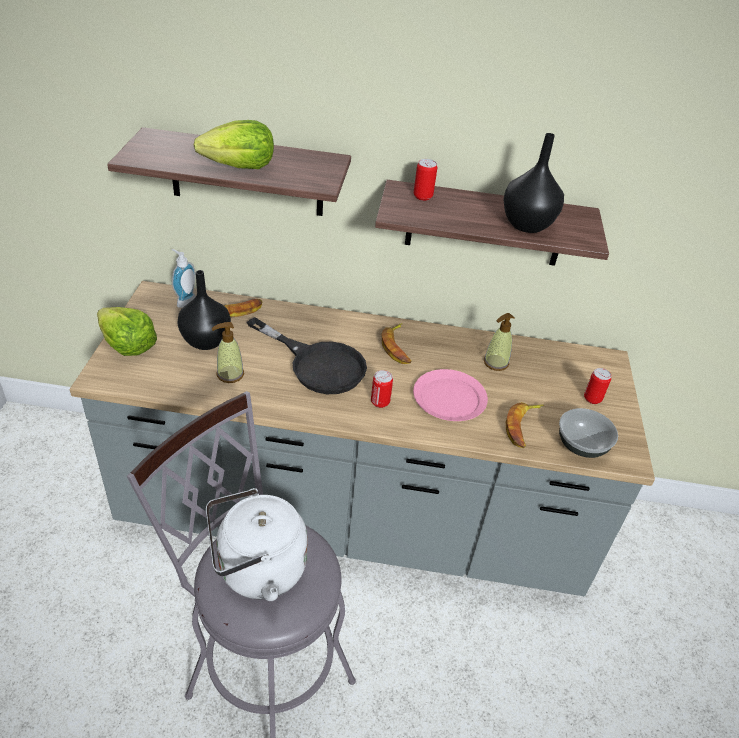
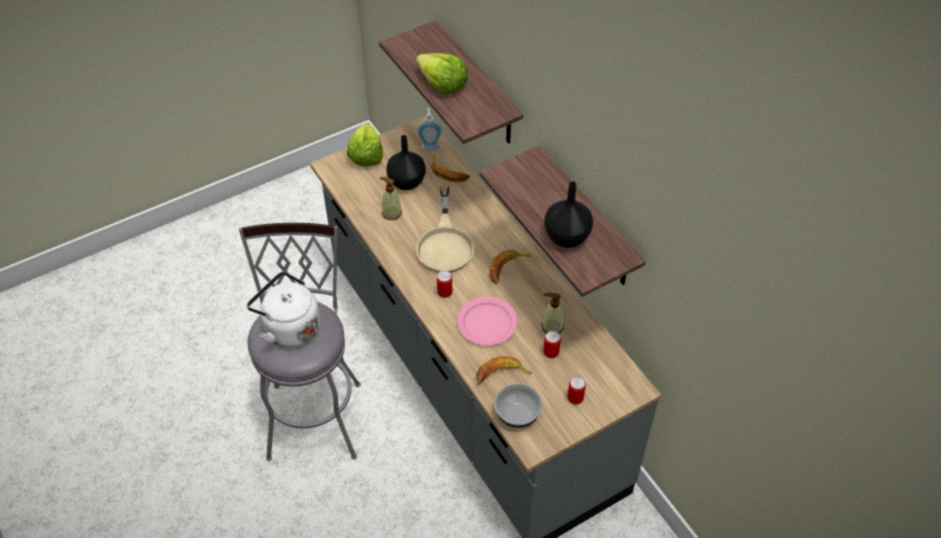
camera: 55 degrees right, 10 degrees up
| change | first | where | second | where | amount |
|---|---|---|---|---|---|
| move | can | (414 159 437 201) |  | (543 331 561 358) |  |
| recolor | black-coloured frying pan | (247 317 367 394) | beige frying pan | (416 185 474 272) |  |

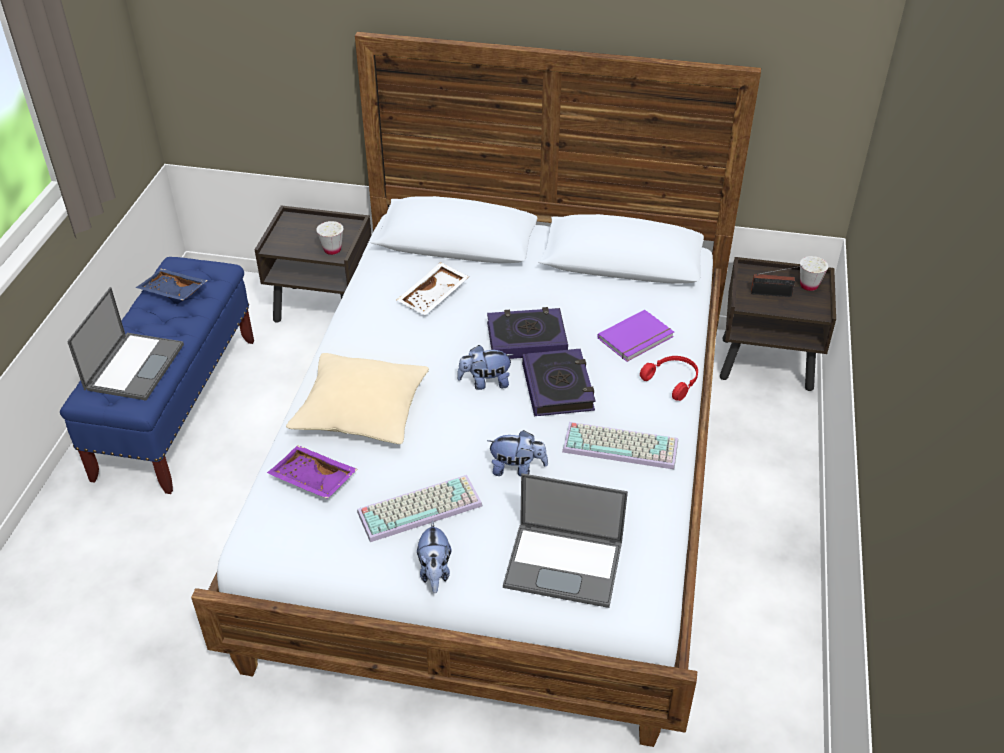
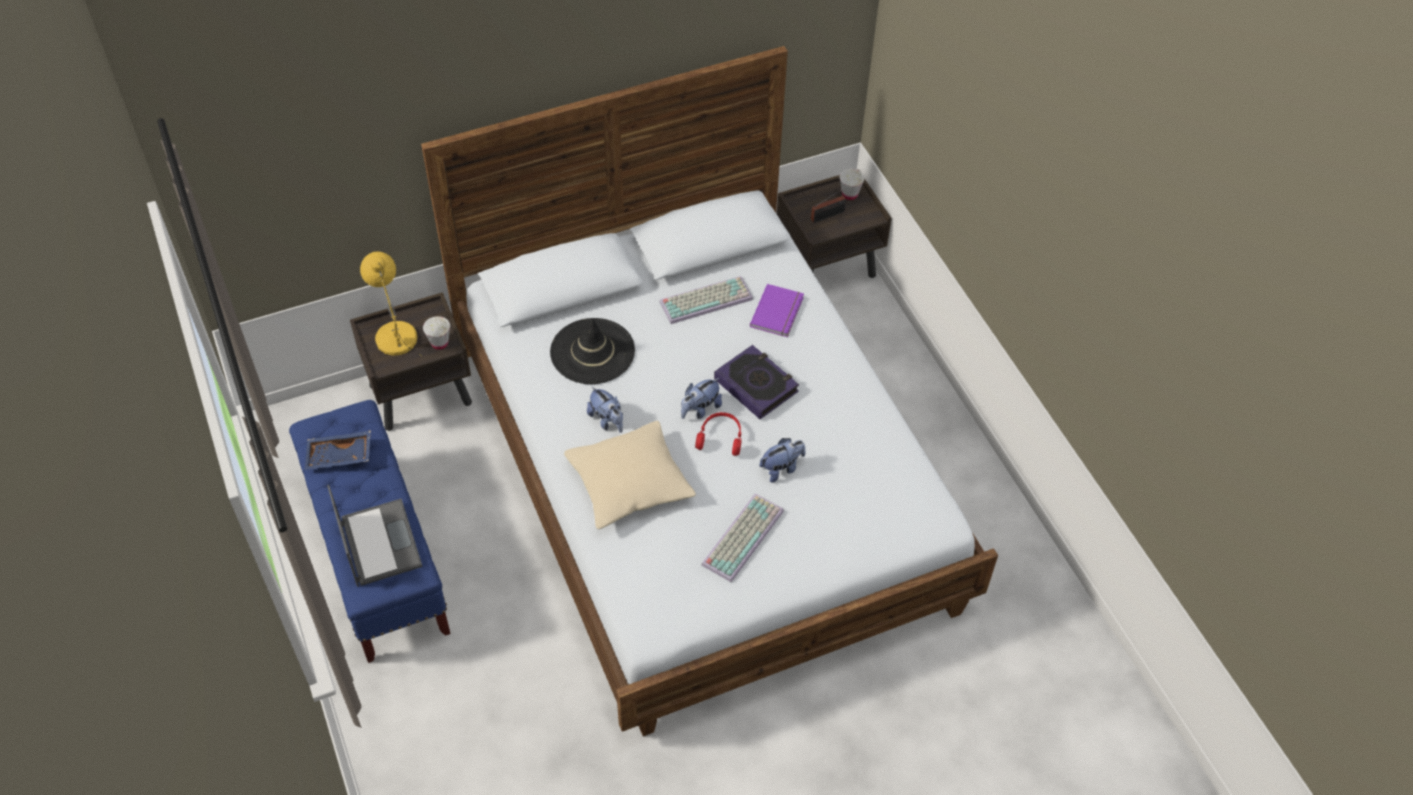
camera: 35 degrees left, 10 degrees up
| change | first | where | second | where | amount |
|---|---|---|---|---|---|
| replace | white serving tray | (397 262 469 315) | black-coloured hat | (550 318 635 384) |  |
| delete | volume | (487 307 568 359) |  |  |  |
| move | reddish pair of headphones | (640 356 698 401) |  | (695 412 741 456) |  |
| move | computer keyboard | (562 422 678 469) |  | (659 276 753 324) |  |
| delete | purple serving tray | (267 445 358 499) |  |  |  |
| delete | portable computer | (503 473 628 608) |  |  |  |
| move | soft toy | (417 520 451 593) |  | (587 386 623 433) |  |
| insert |  |  | yellow table lamp | (360 251 422 357) |  |

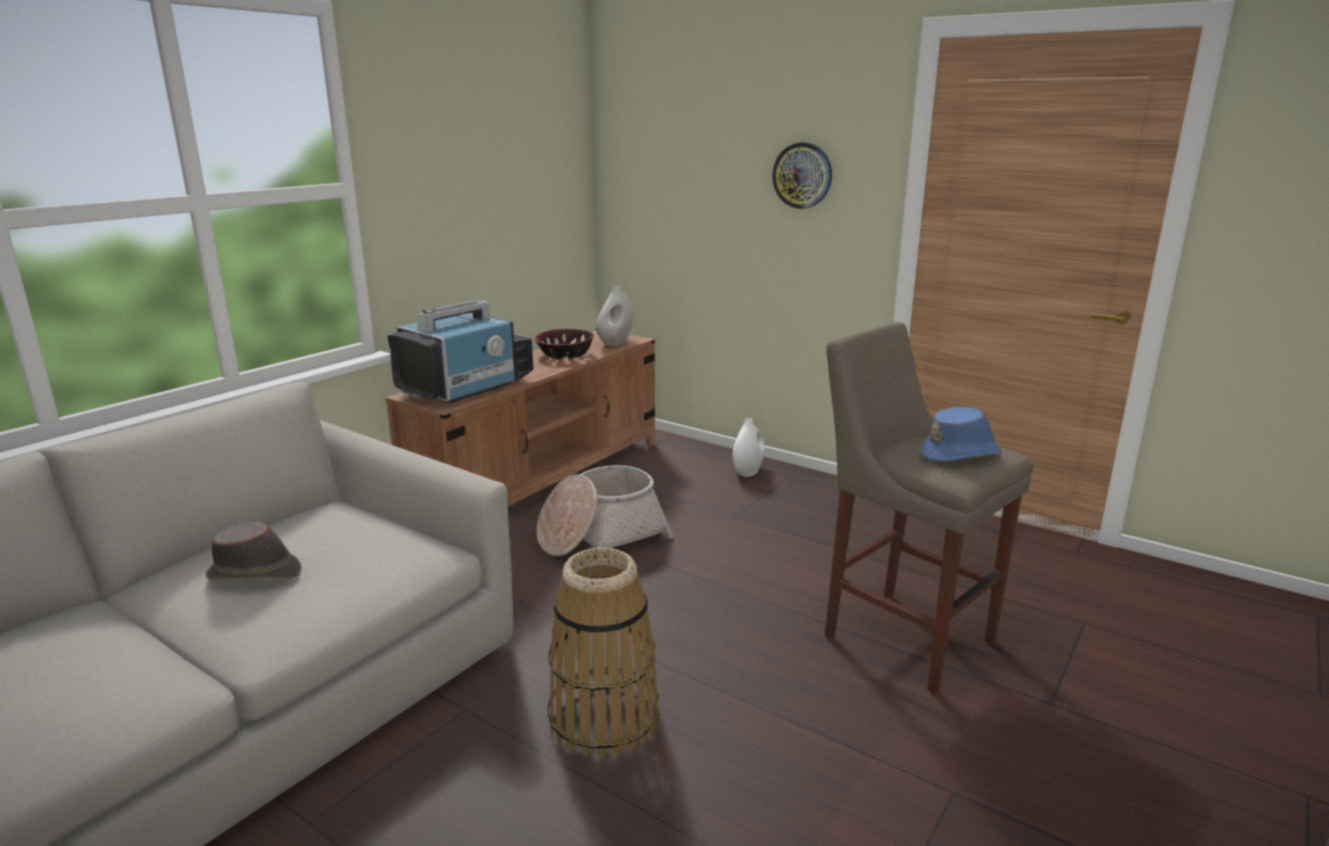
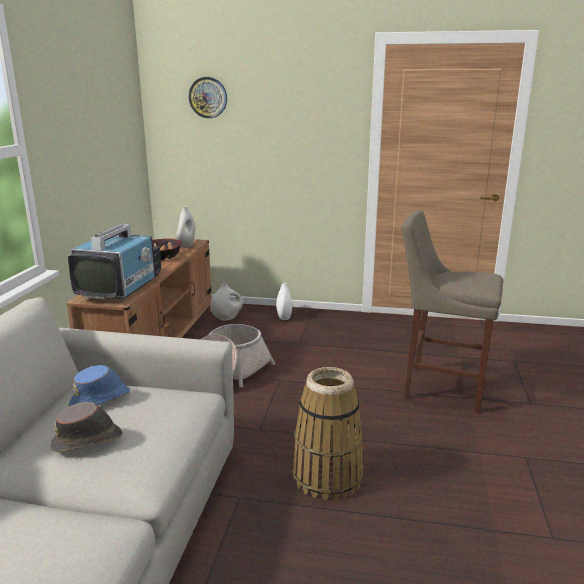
camera: 25 degrees left, 0 degrees up
| change | first | where | second | where | amount |
|---|---|---|---|---|---|
| move | hanging clock | (772 142 832 209) |  | (189 77 227 118) |  |
| move | bluish hat | (920 407 1002 461) |  | (69 365 130 406) |  |
| insert |  |  | white flower vase | (210 283 243 321) |  |

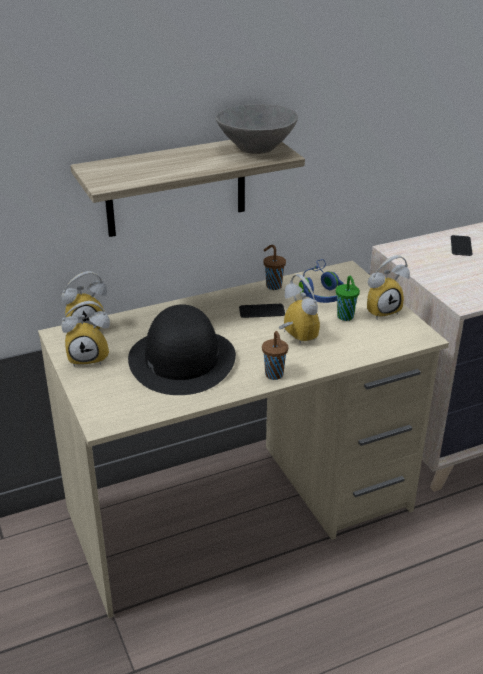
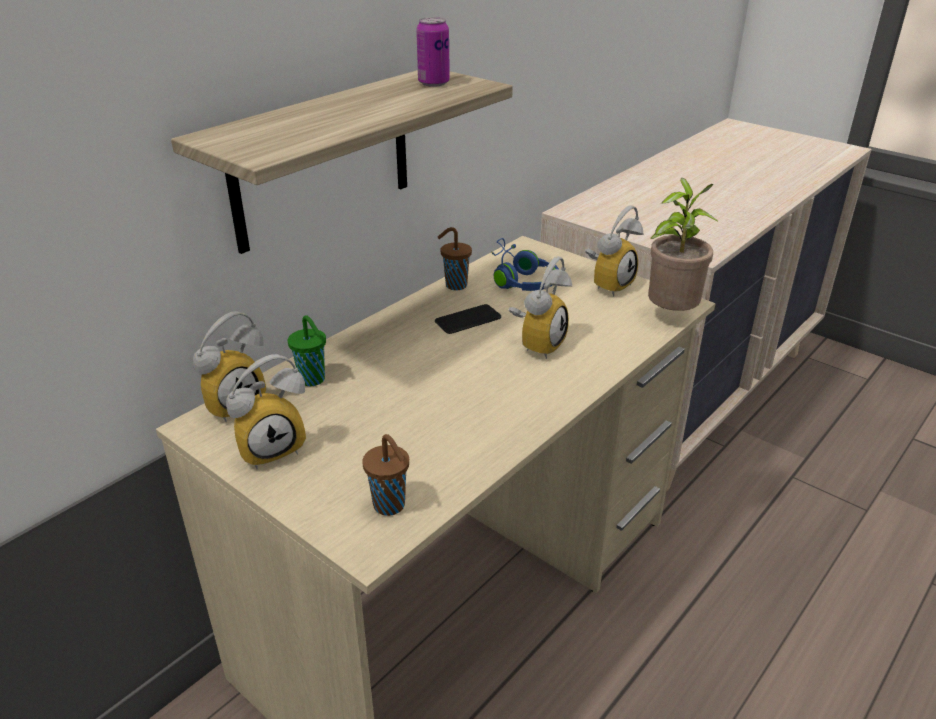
camera: 25 degrees left, 0 degrees up
| change | first | where | second | where | amount |
|---|---|---|---|---|---|
| replace | greyish deep dish | (215 104 298 154) | can | (416 17 450 87) |  |
| delete | phone | (451 235 472 256) |  |  |  |
| rotate | alarm clock | (279 274 320 344) |  | (508 256 572 359) | 90 degrees clockwise |
| move | green-coloured cup | (336 276 360 321) |  | (288 315 326 386) |  |
| delete | black-coloured hat | (128 304 236 395) |  |  |  |
| move | brownish cup | (262 331 288 380) |  | (362 434 409 516) |  |
| insert |  |  | houseplant | (648 178 717 311) |  |

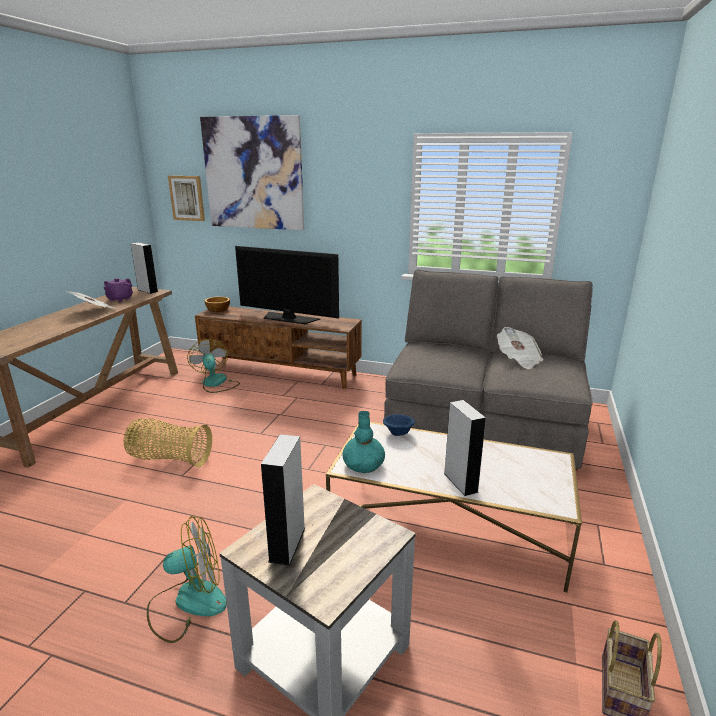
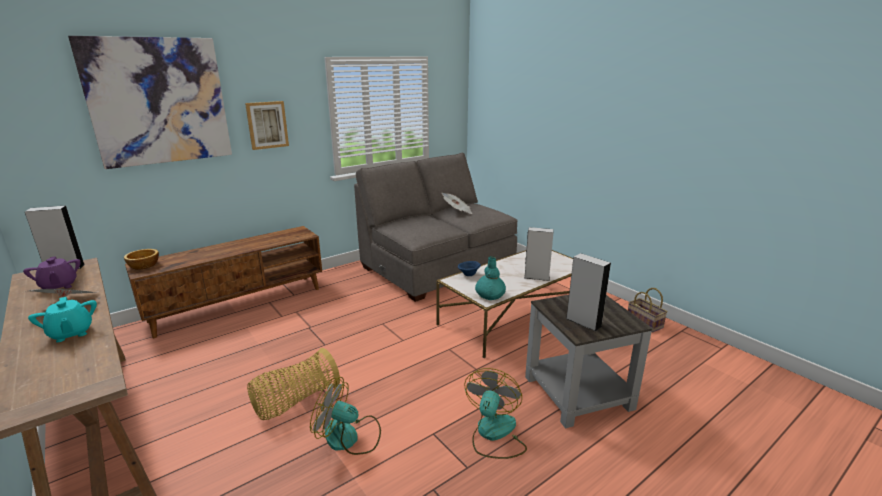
camera: 55 degrees left, 0 degrees up
| change | first | where | second | where | amount |
|---|---|---|---|---|---|
| move | wall art | (168 176 205 221) |  | (245 101 289 150) |  |
| delete | TV | (235 246 339 324) |  |  |  |
| move | electric fan | (187 339 240 393) |  | (310 377 381 455) |  |
| insert |  |  | turquoise-coloured teapot | (28 297 97 342) |  |

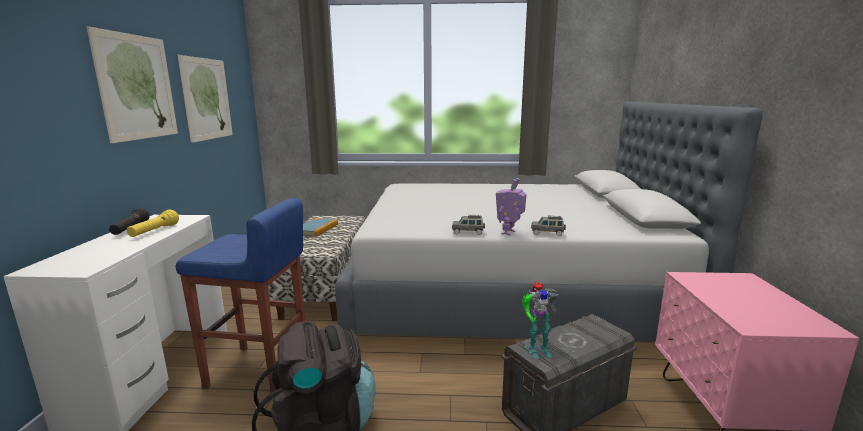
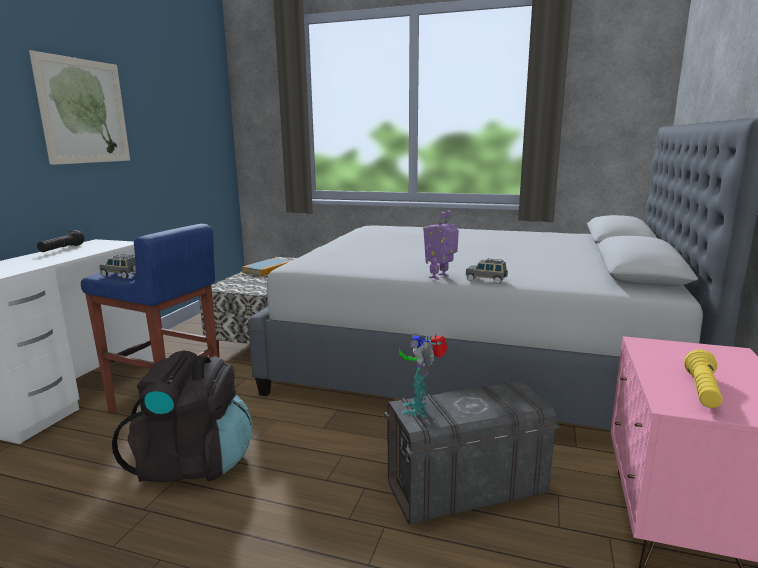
camera: 15 degrees right, 0 degrees up
| change | first | where | second | where | amount |
|---|---|---|---|---|---|
| delete | wall art | (178 55 233 143) |  |  |  |
| move | yellow hand torch | (127 210 179 237) |  | (684 350 722 408) |  |
| move | greyish model car | (452 215 485 235) |  | (100 254 136 279) |  |
| rotate | robot figure | (522 282 559 359) |  | (399 333 448 417) | 90 degrees clockwise |

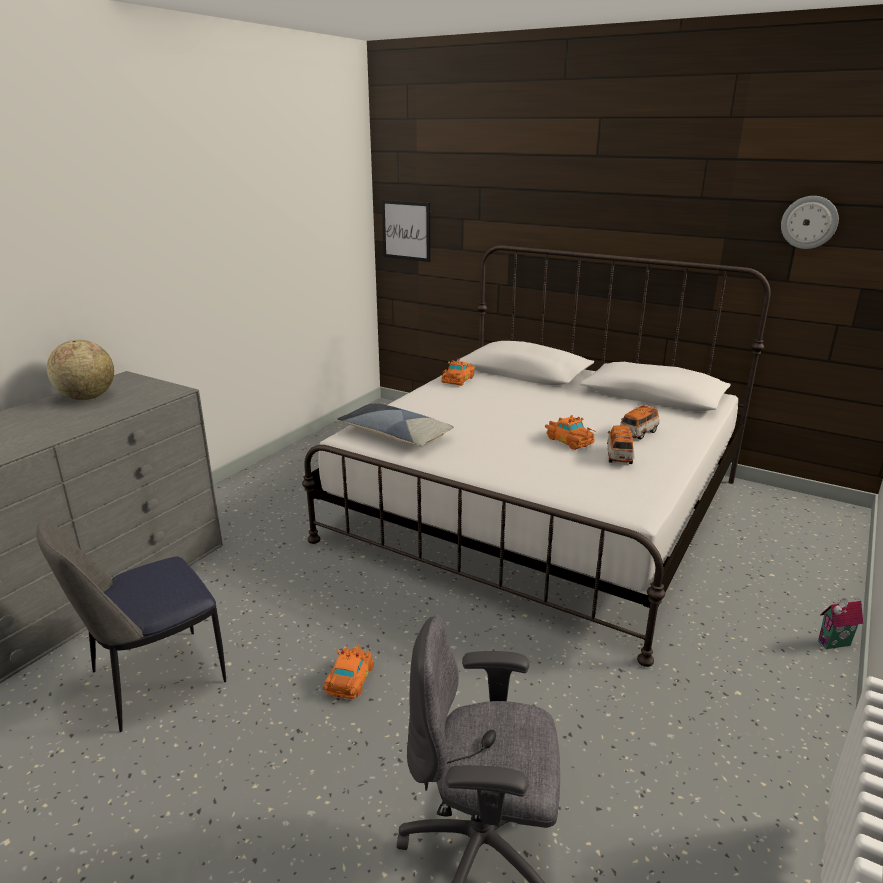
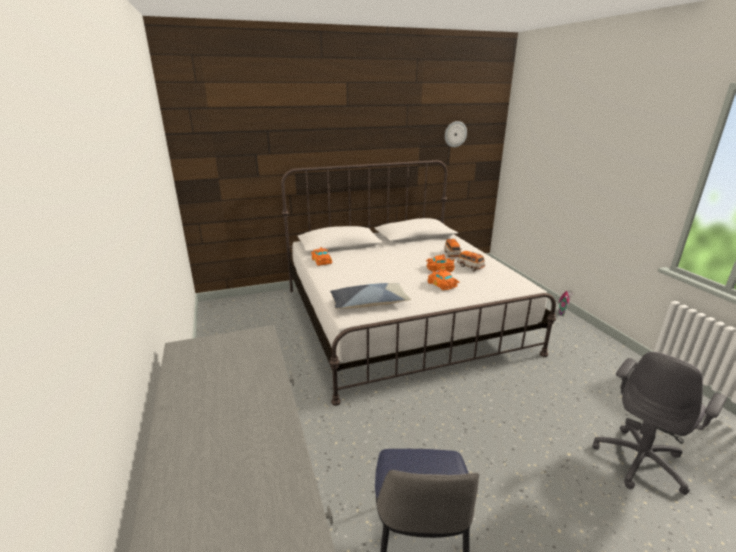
camera: 50 degrees left, 0 degrees up
| change | first | where | second | where | amount |
|---|---|---|---|---|---|
| delete | wall art | (382 200 430 262) |  |  |  |
| delete | world globe | (47 340 114 400) |  |  |  |
| move | orangey model car | (323 643 374 699) |  | (428 269 459 290) |  |

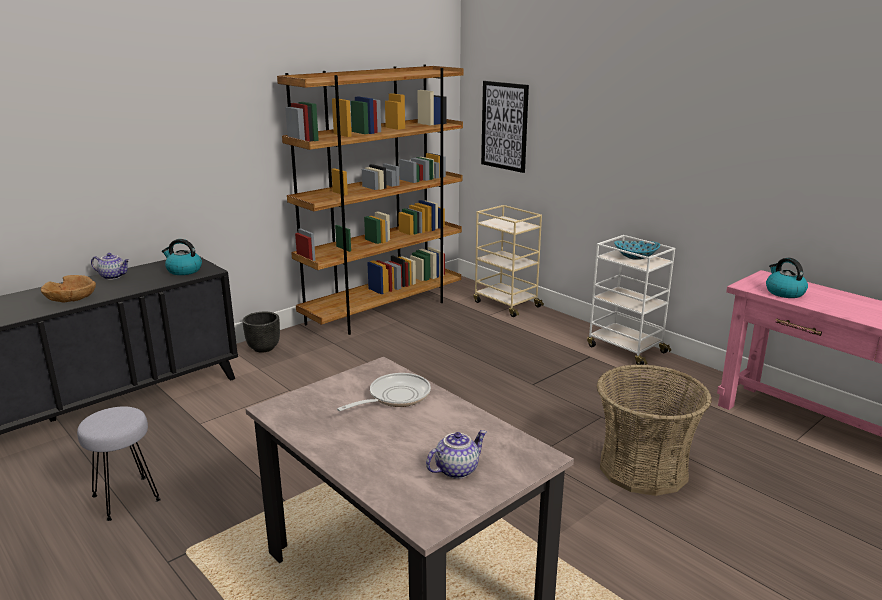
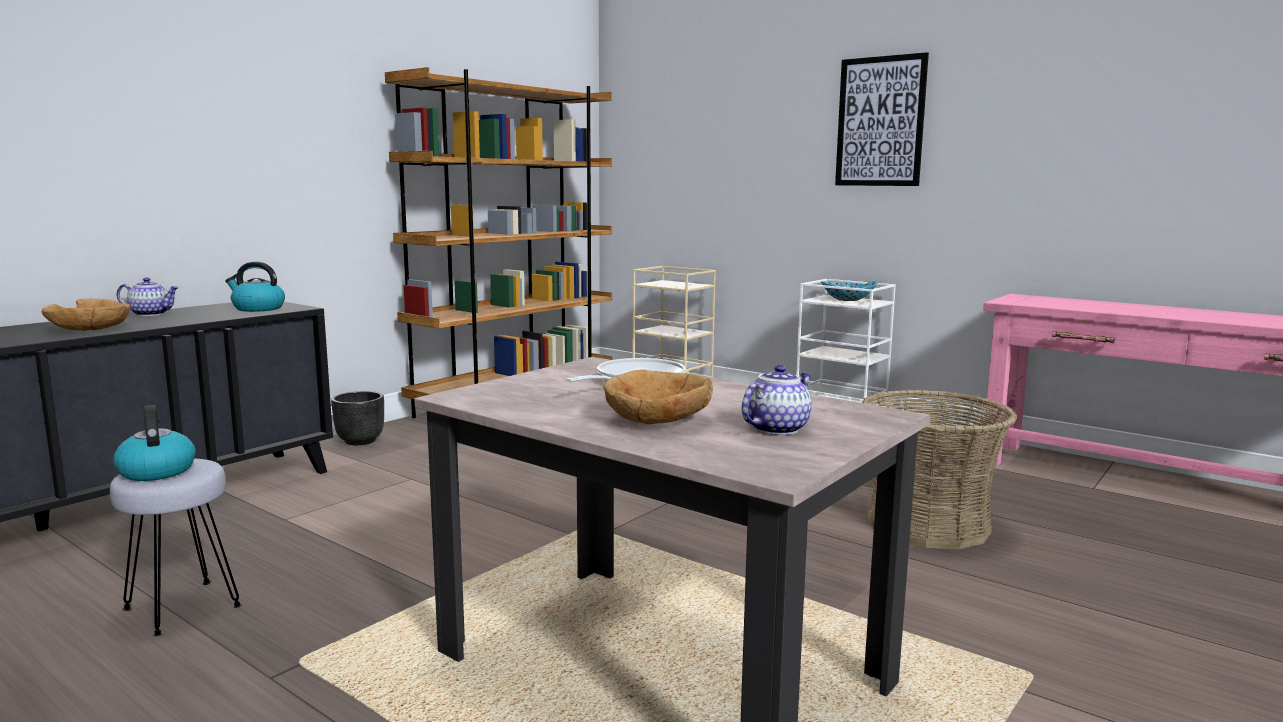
camera: 10 degrees left, 10 degrees down
| change | first | where | second | where | amount |
|---|---|---|---|---|---|
| move | wall art | (481 81 529 173) |  | (835 52 929 186) |  |
| move | water kettle | (766 258 808 298) |  | (113 405 196 481) |  |
| insert |  |  | brownish deep dish | (604 369 713 424) |  |

